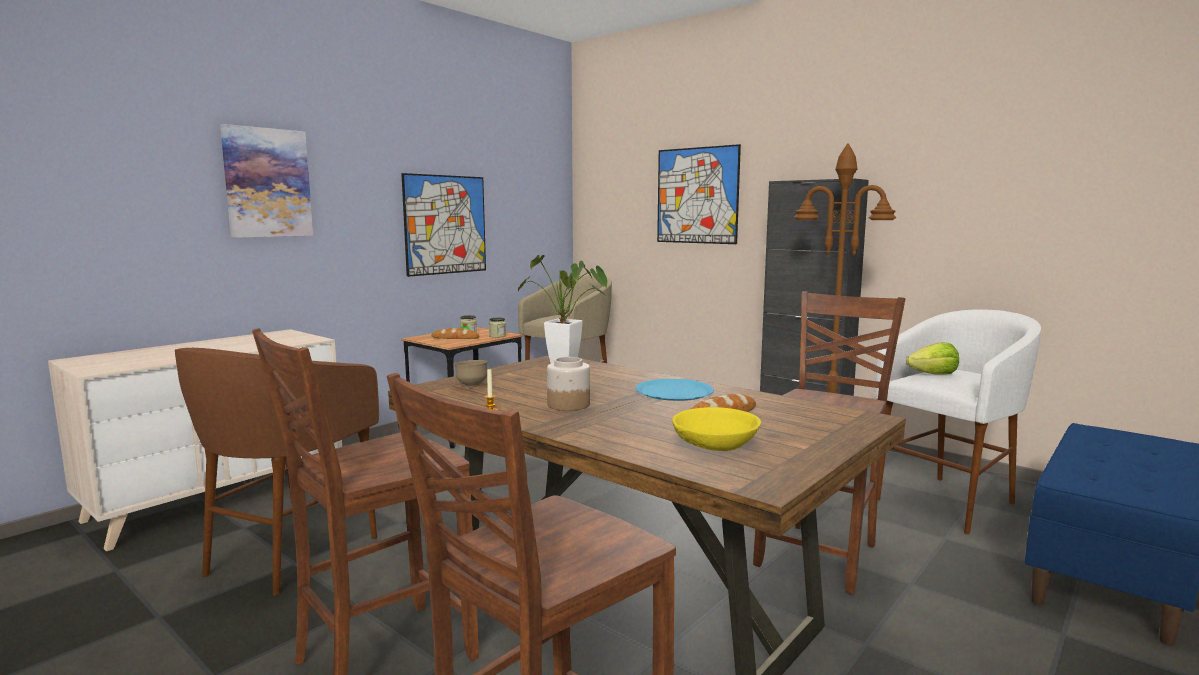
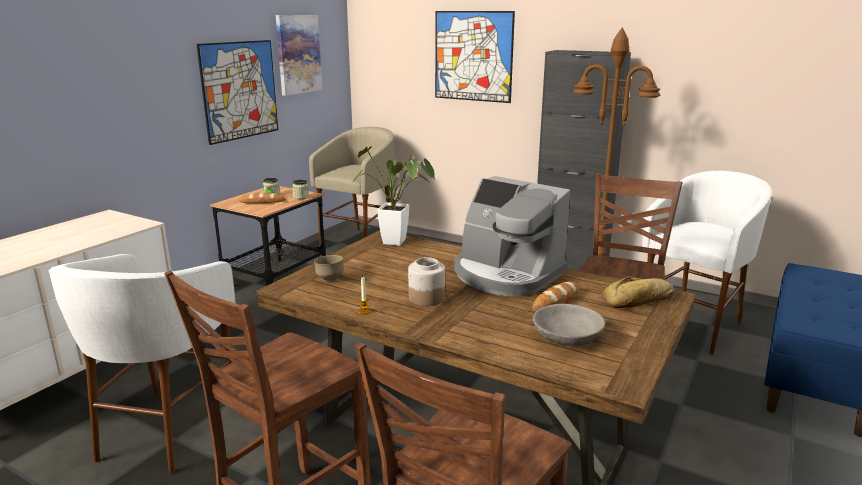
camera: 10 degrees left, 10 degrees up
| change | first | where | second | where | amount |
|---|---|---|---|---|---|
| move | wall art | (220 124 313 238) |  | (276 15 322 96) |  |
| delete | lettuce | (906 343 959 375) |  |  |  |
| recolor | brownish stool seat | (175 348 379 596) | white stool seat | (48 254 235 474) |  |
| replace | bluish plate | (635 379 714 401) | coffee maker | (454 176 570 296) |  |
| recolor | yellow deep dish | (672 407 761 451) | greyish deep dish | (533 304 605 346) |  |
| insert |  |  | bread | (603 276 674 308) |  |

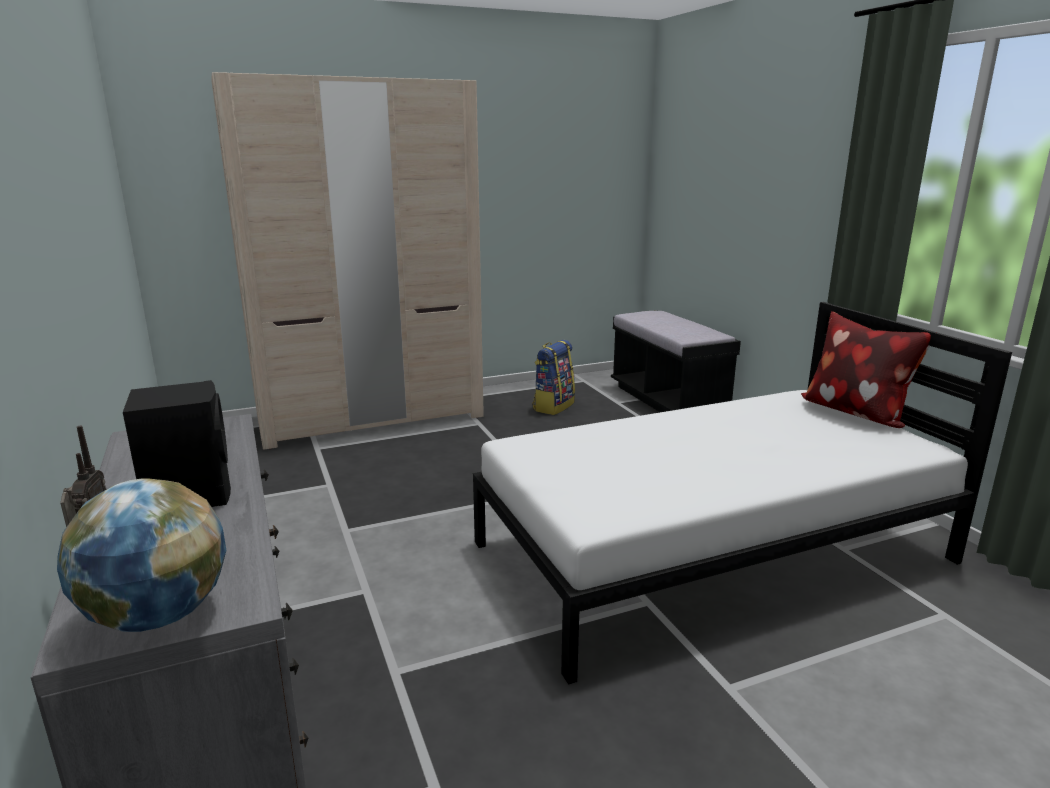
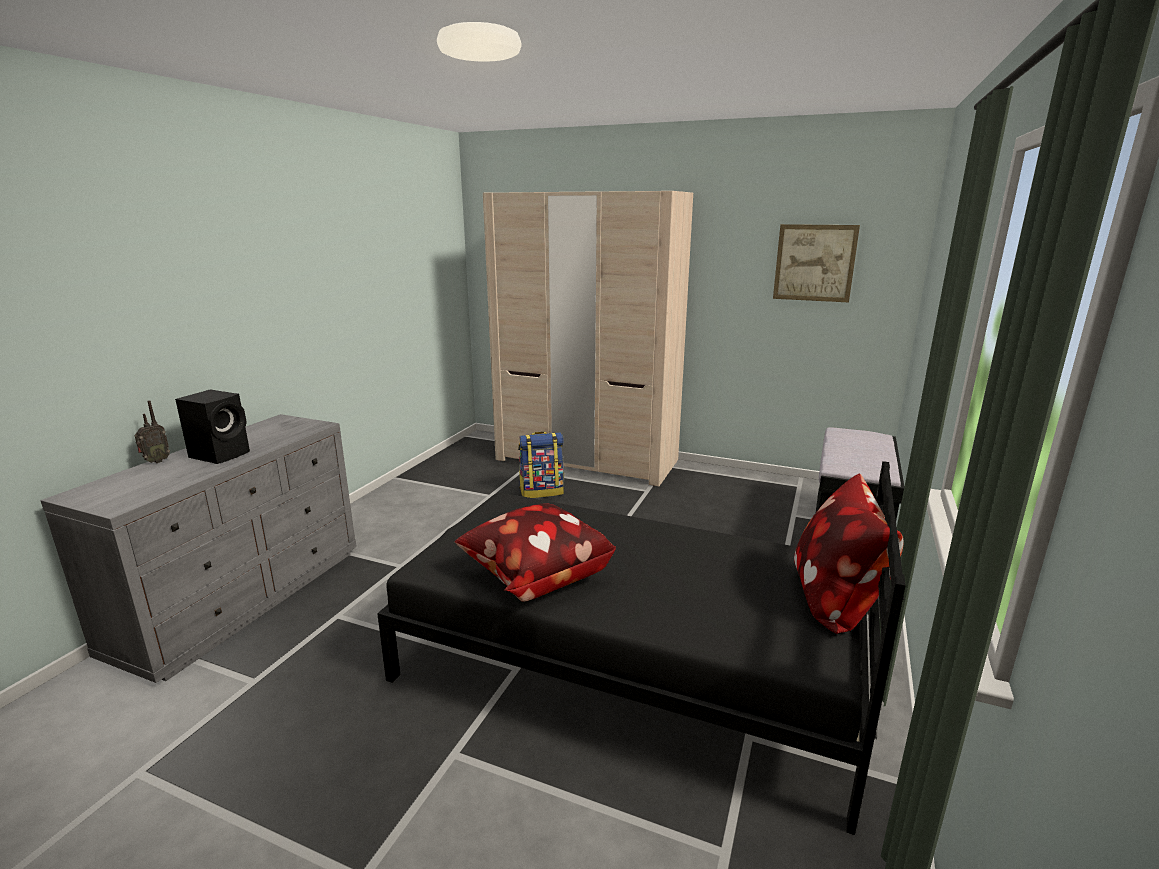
camera: 45 degrees right, 0 degrees up
| change | first | where | second | where | amount |
|---|---|---|---|---|---|
| recolor | white bed | (473 302 1012 685) | black-coloured bed | (377 461 906 835) |  |
| move | backpack | (532 340 575 415) |  | (518 431 564 498) |  |
| delete | world globe | (57 479 226 632) |  |  |  |
| insert |  |  | wall art | (773 224 860 302) |  |
| insert |  |  | throw pillow | (455 503 616 602) |  |

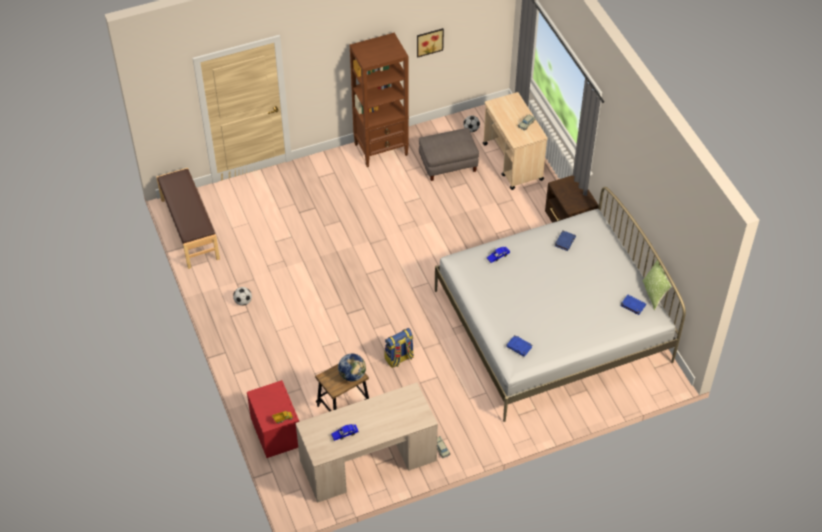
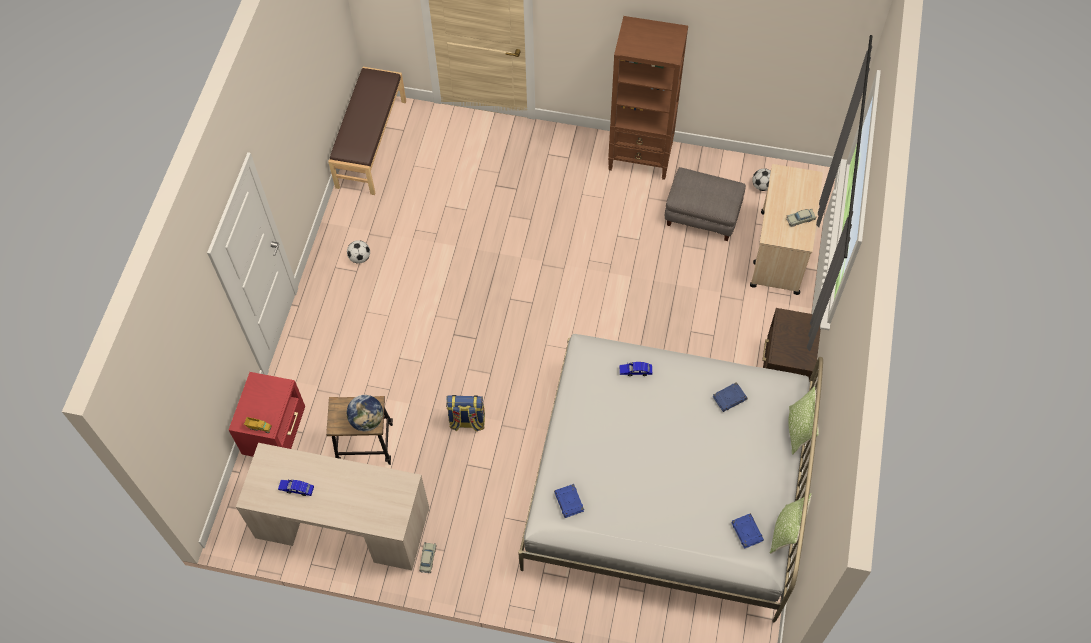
camera: 35 degrees right, 10 degrees up
| change | first | where | second | where | amount |
|---|---|---|---|---|---|
| delete | wall art | (417 28 444 58) |  |  |  |
| insert |  |  | throw pillow | (788 386 819 455) |  |

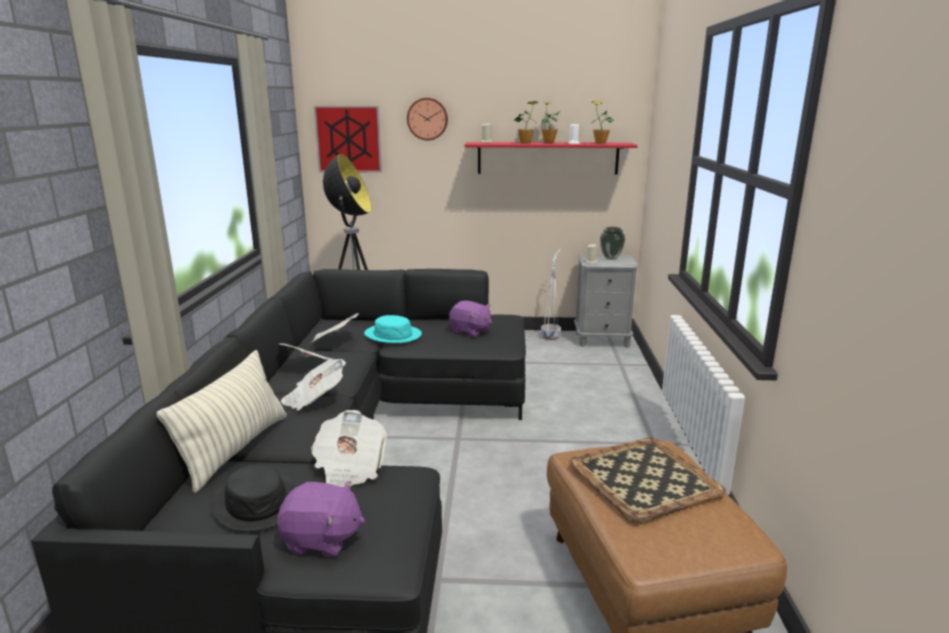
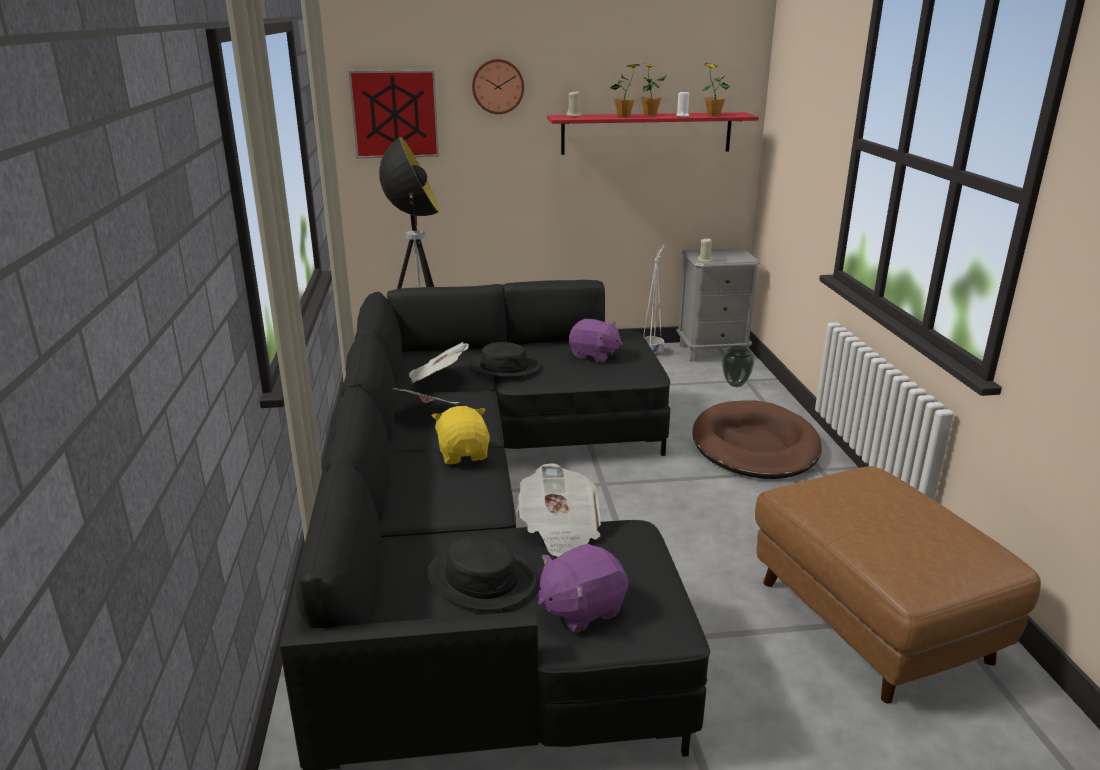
camera: 10 degrees left, 5 degrees up
| change | first | where | second | where | amount |
|---|---|---|---|---|---|
| move | flower vase | (600 227 625 260) |  | (722 346 754 387) |  |
| recolor | turquoise-coloured hat | (364 315 422 343) | black-coloured hat | (468 342 540 377) |  |
| delete | throw pillow | (156 350 287 493) |  |  |  |
| replace | daily paper | (281 359 346 411) | yellow soft toy | (432 406 490 464) |  |
| delete | serving tray | (569 438 726 523) |  |  |  |
| rotate | purple soft toy | (277 481 365 557) |  | (538 544 628 633) | 150 degrees clockwise |
| insert |  |  | brownish pet bed | (692 401 822 479) |  |

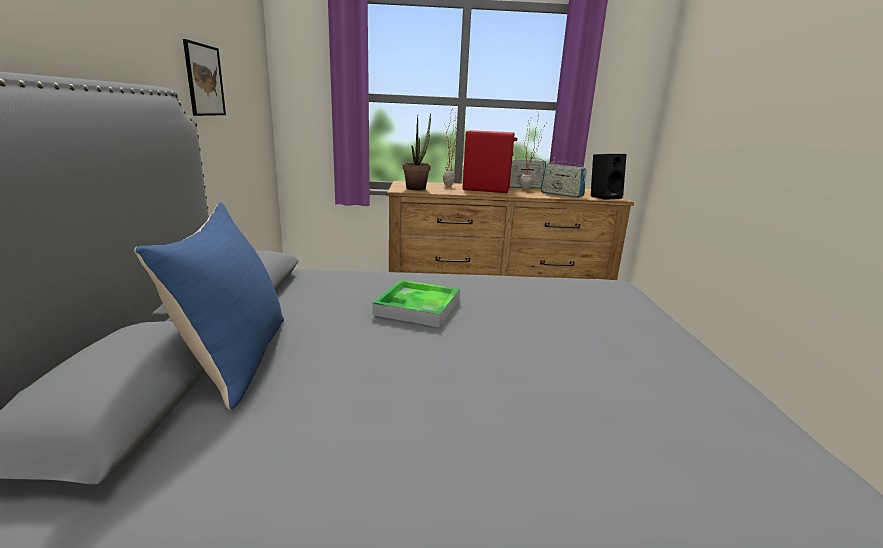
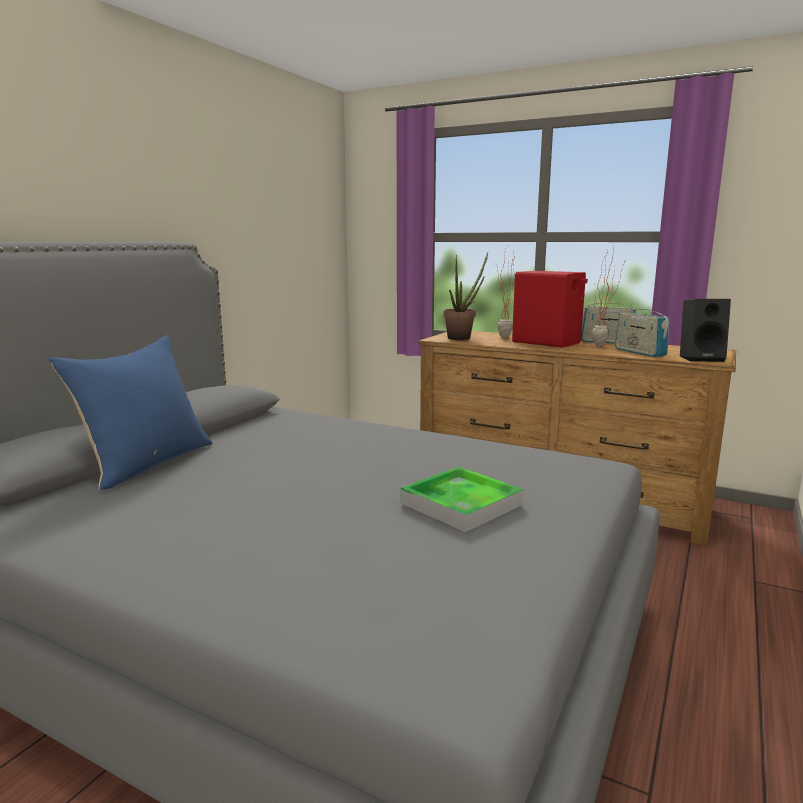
camera: 30 degrees right, 5 degrees down
| change | first | where | second | where | amount |
|---|---|---|---|---|---|
| delete | wall art | (183 39 226 116) |  |  |  |
| move | serving tray | (373 280 460 327) |  | (401 467 524 532) |  |

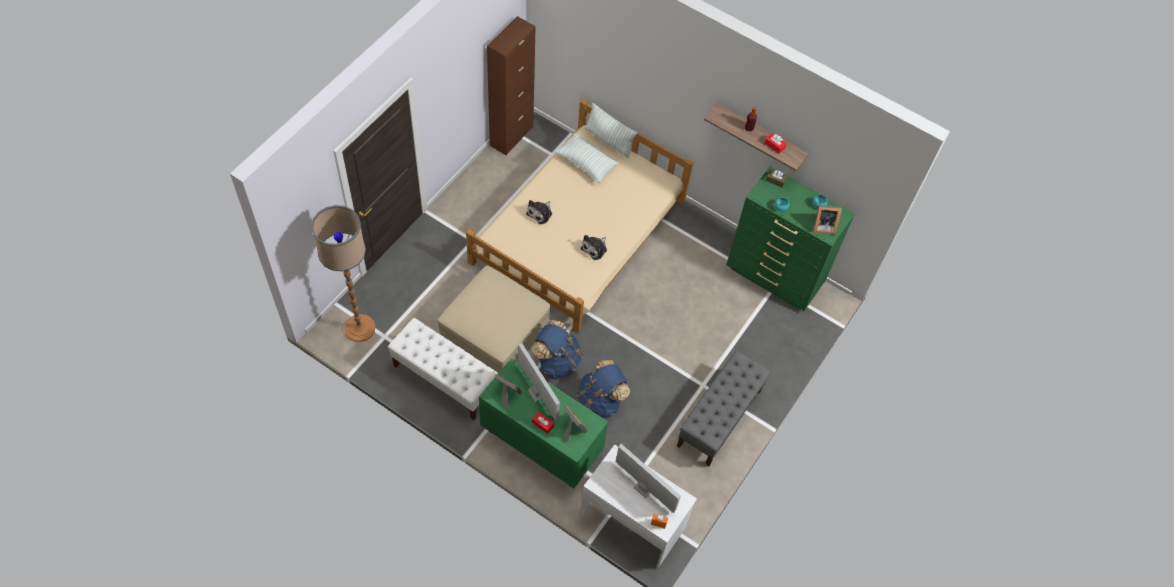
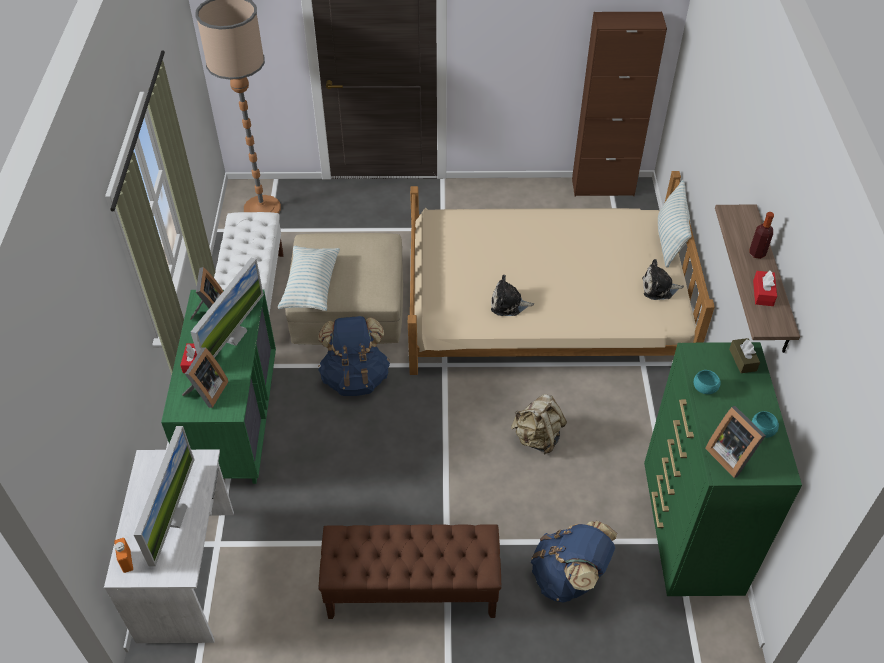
camera: 60 degrees right, 10 degrees down
| change | first | where | second | where | amount |
|---|---|---|---|---|---|
| move | throw pillow | (555 133 619 183) |  | (278 246 340 311) |  |
| move | soft toy | (526 200 552 224) |  | (642 259 684 300) |  |
| recolor | greyish bench | (677 350 771 467) | brownish bench | (319 524 502 619) |  |
| move | bluish backpack | (576 360 630 418) |  | (531 521 617 603) |  |
| insert |  |  | beige backpack | (511 394 567 455) |  |

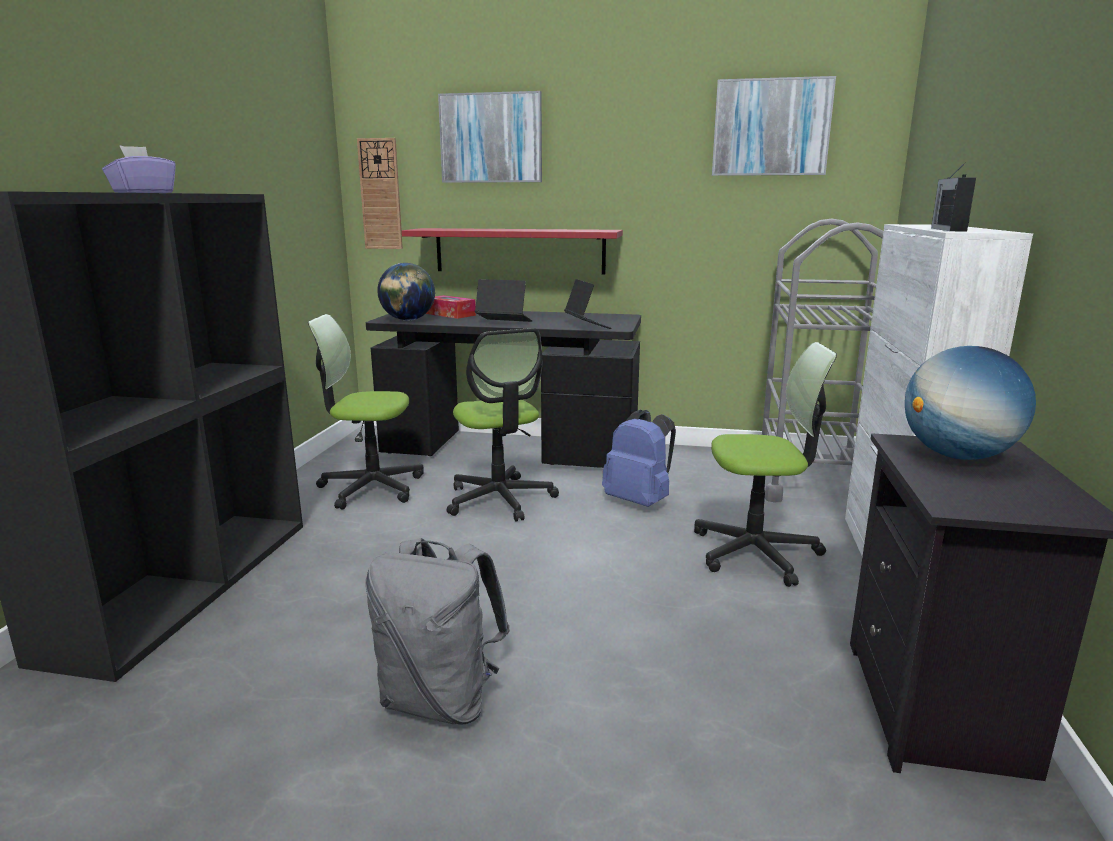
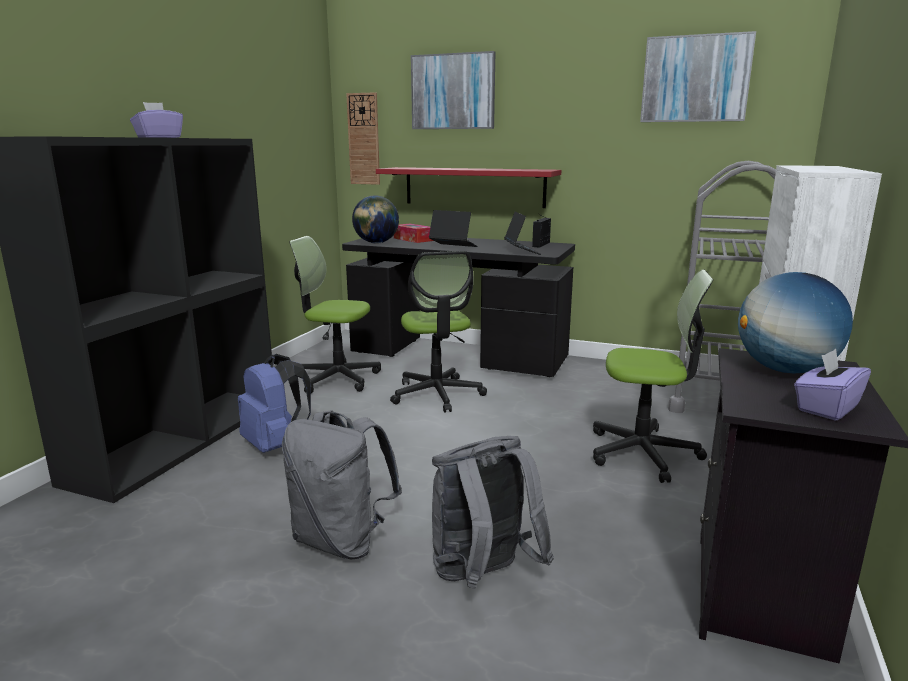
camera: 10 degrees right, 0 degrees up
| change | first | where | second | where | amount |
|---|---|---|---|---|---|
| move | radio receiver | (931 162 976 231) |  | (532 214 551 248) |  |
| move | bluish backpack | (602 410 676 507) |  | (238 354 311 453) |  |
| insert |  |  | purple tissue holder | (794 349 871 421) |  |
| insert |  |  | greyish backpack | (432 436 554 589) |  |

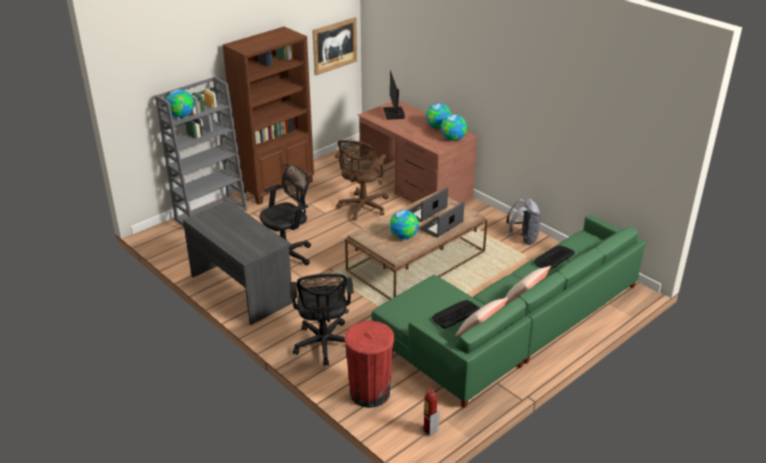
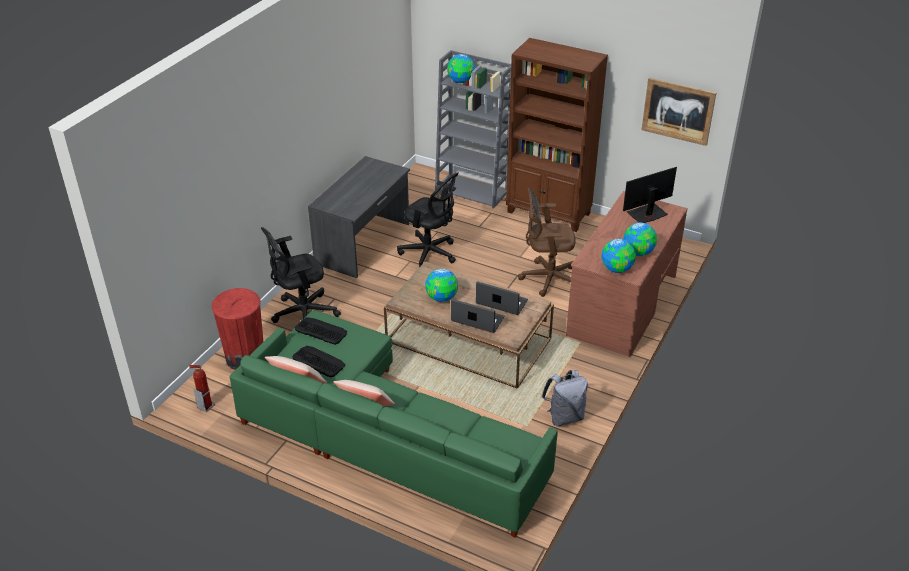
camera: 70 degrees right, 5 degrees up
| change | first | where | second | where | amount |
|---|---|---|---|---|---|
| move | computer keyboard | (533 245 575 270) |  | (295 317 347 345) |  |

